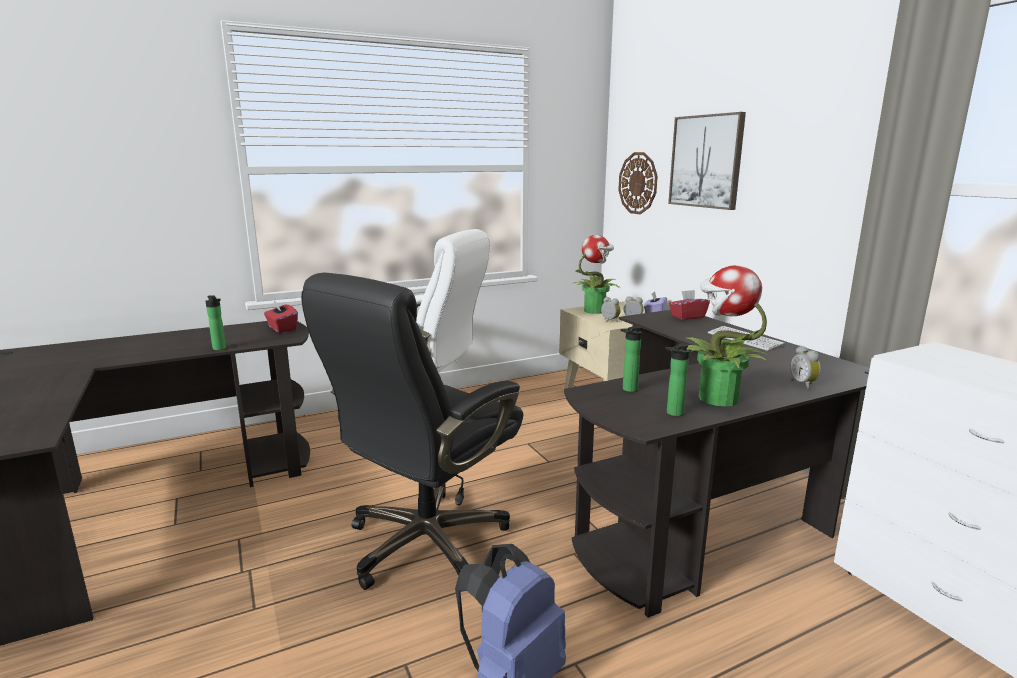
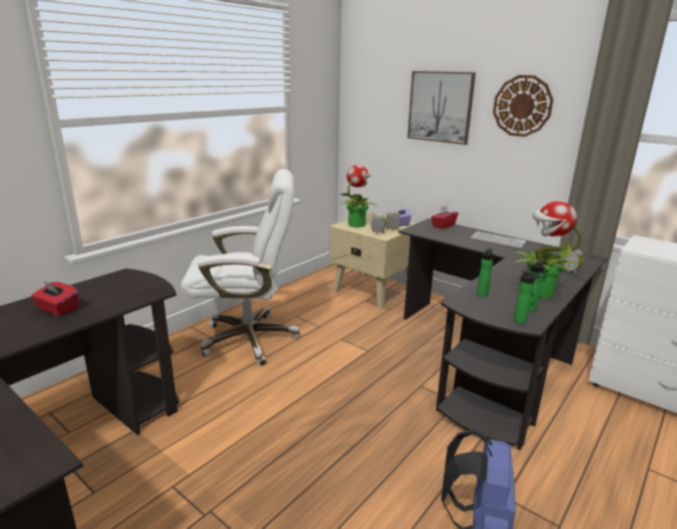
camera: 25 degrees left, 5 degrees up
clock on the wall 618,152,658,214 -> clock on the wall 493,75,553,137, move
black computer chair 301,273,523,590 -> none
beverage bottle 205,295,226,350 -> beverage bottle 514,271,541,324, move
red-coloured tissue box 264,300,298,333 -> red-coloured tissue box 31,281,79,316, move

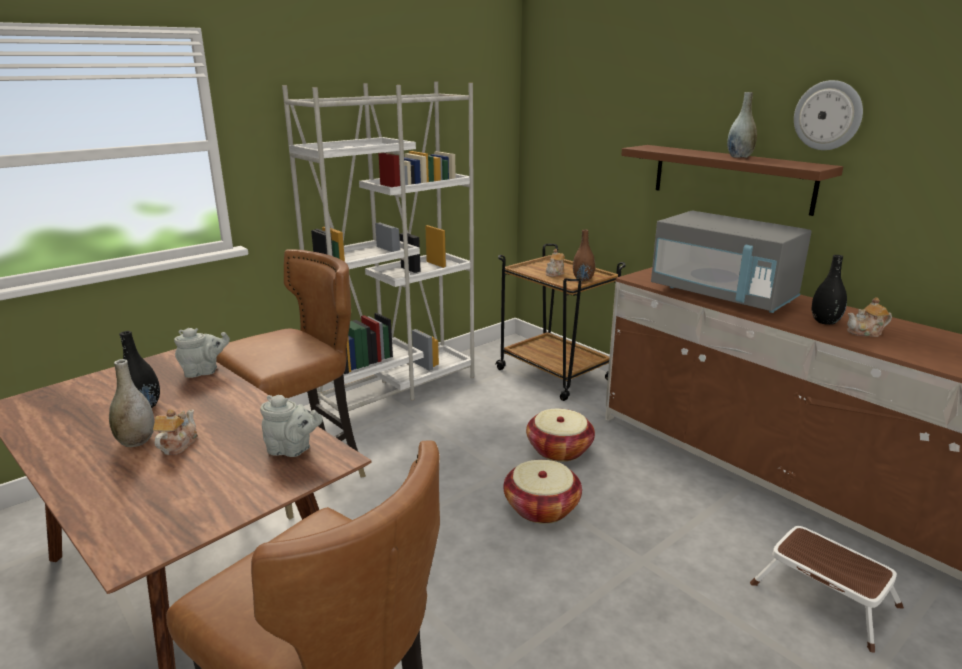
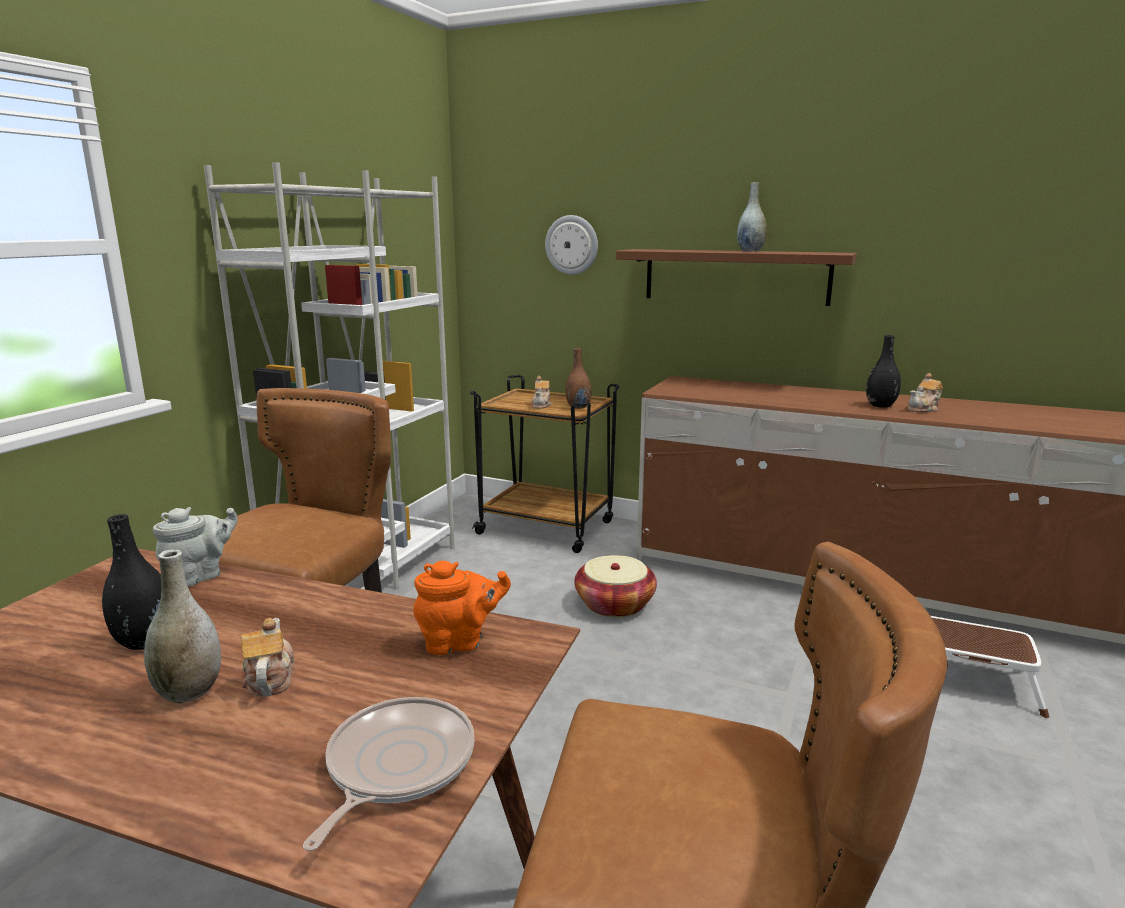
camera: 25 degrees left, 5 degrees down
clock on the wall 794,80,863,150 -> clock on the wall 545,215,598,275, move
greyish microwave oven 651,211,812,313 -> none
greyish teapot 260,395,323,457 -> orangey teapot 413,561,511,655
household basket 503,460,582,524 -> none
none -> skillet 303,697,474,851

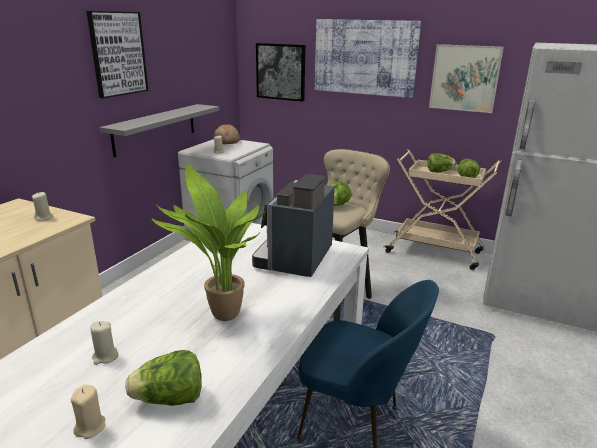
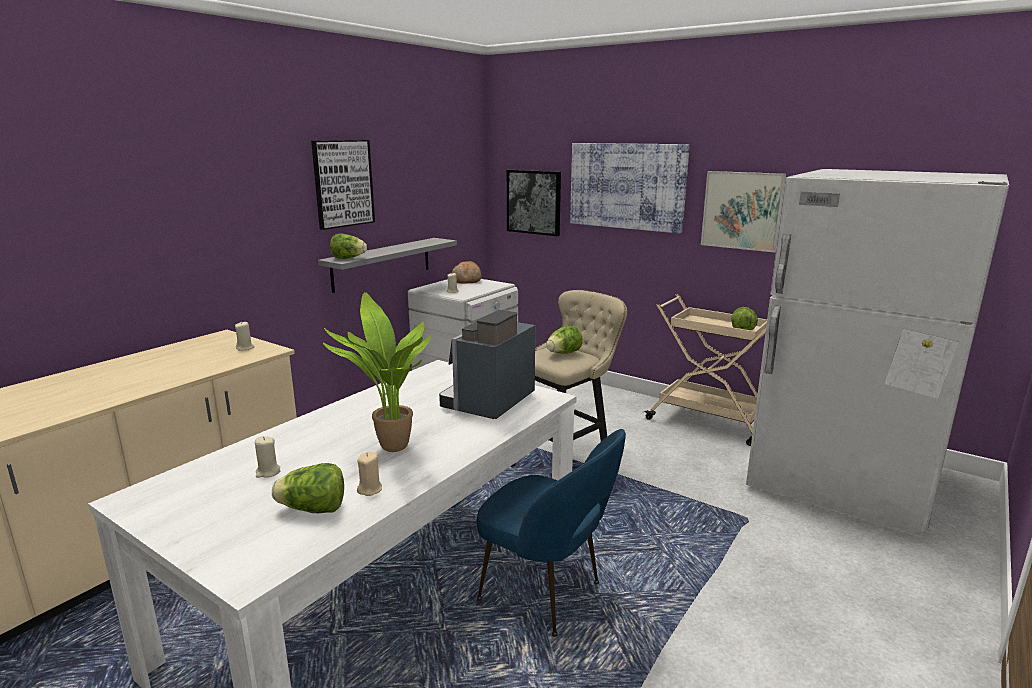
camera: 10 degrees right, 5 degrees down
head of lettuce 428,153,456,173 -> head of lettuce 330,234,367,259, move
beige wax candle 71,385,105,439 -> beige wax candle 357,451,382,496, move

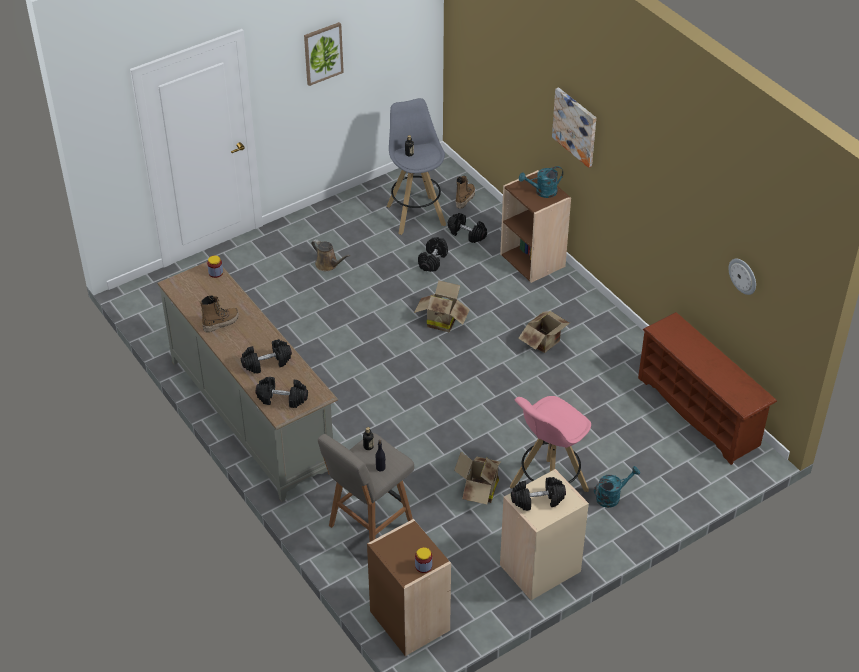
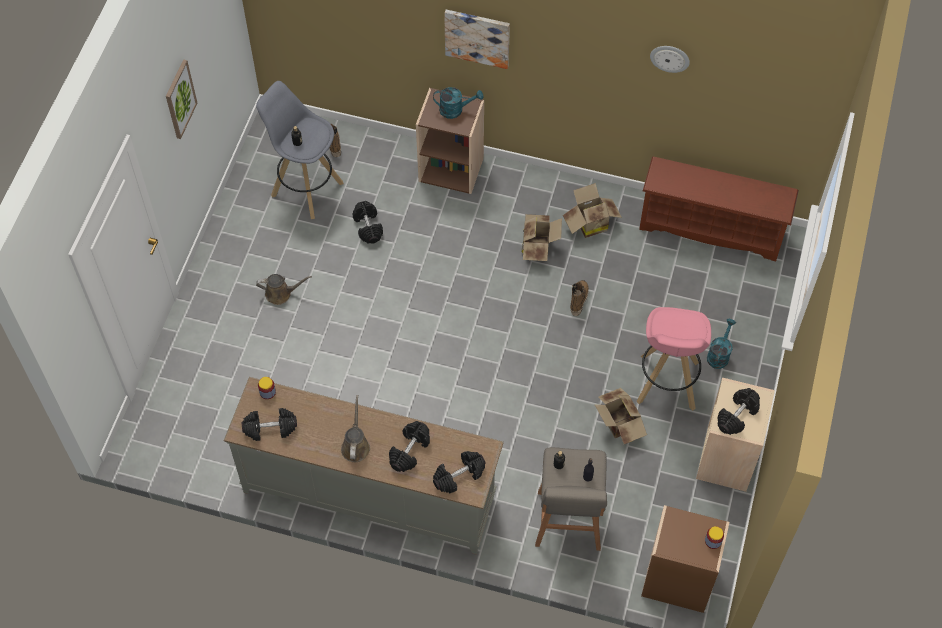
camera: 40 degrees left, 15 degrees up
turquoise-coloured sprinkling can 519,166,563,198 -> turquoise-coloured sprinkling can 433,87,484,119, 120 degrees counterclockwise
black dumbbell 448,213,487,243 -> black dumbbell 242,408,297,441, move
clock on the wall 729,258,756,295 -> clock on the wall 650,46,690,73, move
carton 414,280,470,332 -> carton 563,183,622,238, move
tall boot 200,295,239,333 -> tall boot 570,280,589,316, move
none -> brown sprinkling can 341,395,370,462

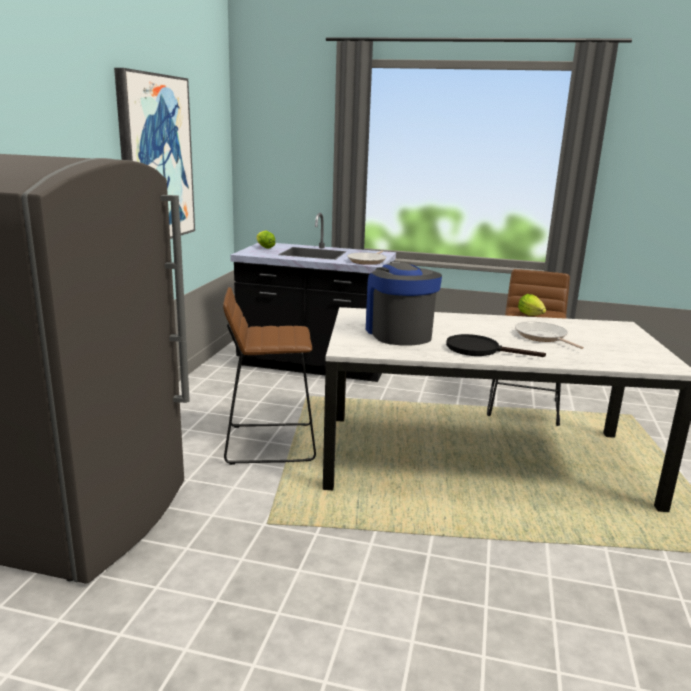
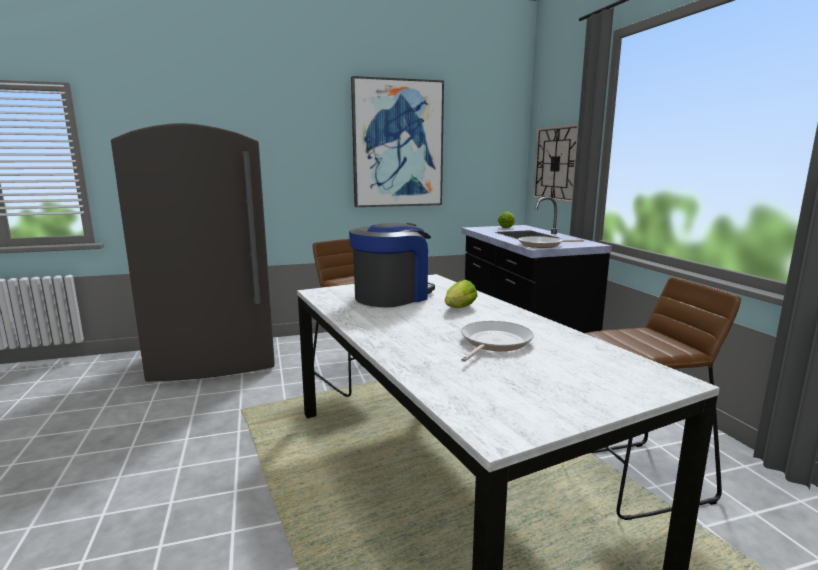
camera: 60 degrees right, 5 degrees down
head of lettuce 518,294,546,316 -> head of lettuce 445,280,477,308, move
black skillet 446,334,546,357 -> none
none -> clock on the wall 533,123,579,203

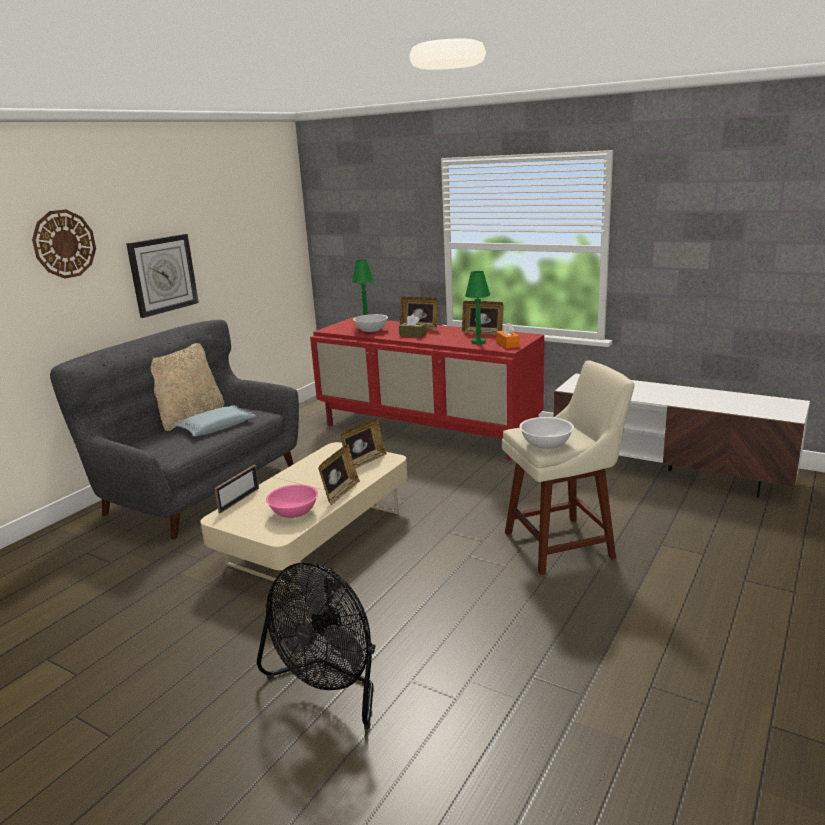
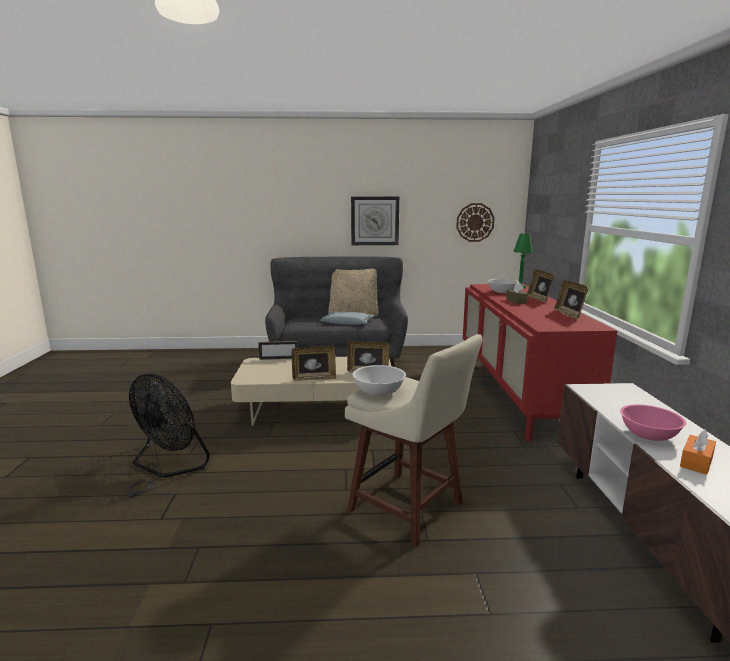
camera: 55 degrees right, 5 degrees down
clock on the wall 32,209,96,279 -> clock on the wall 456,203,495,242, move
greenish tabletop lamp 465,271,490,344 -> none
orangey tissue box 496,323,519,349 -> orangey tissue box 680,429,716,475, move
pinkish bowl 266,484,318,518 -> pinkish bowl 620,404,686,441, move
black fan 257,563,375,729 -> black fan 126,374,210,498, 120 degrees clockwise

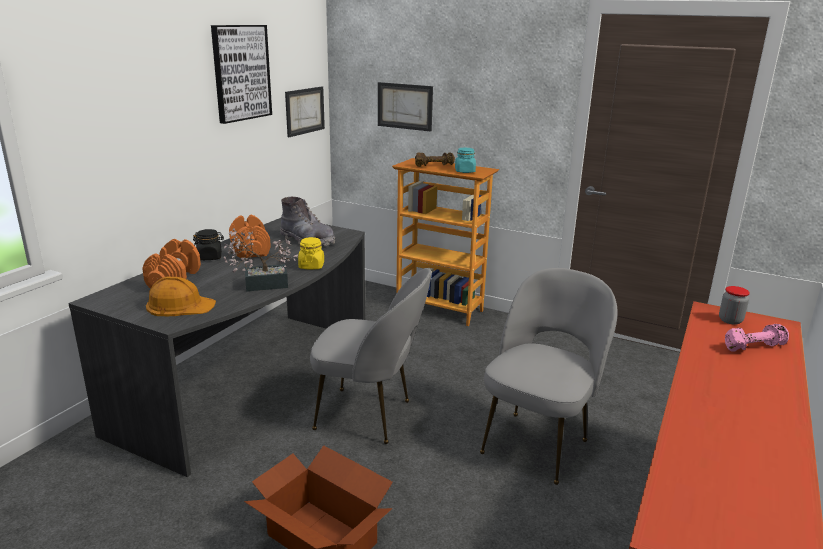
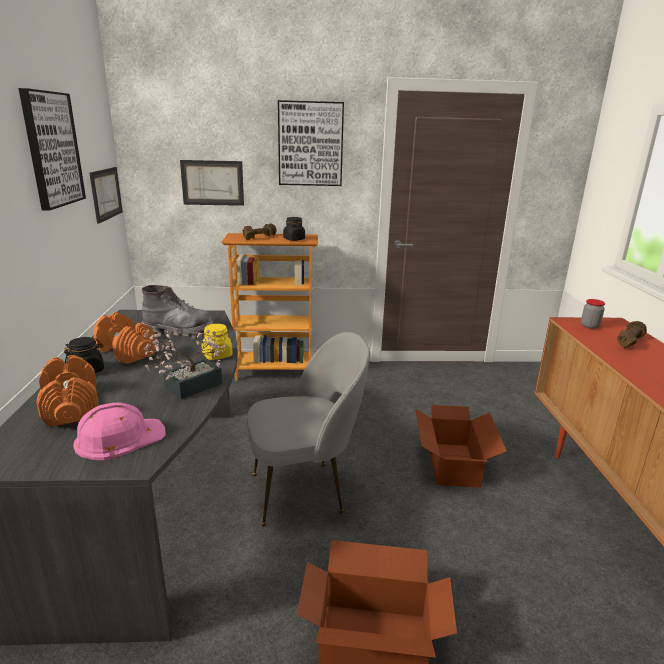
camera: 30 degrees left, 0 degrees up
turquoise-coloured preserve jar 455,148,476,173 -> black preserve jar 283,217,305,241
greyish chair 480,268,617,485 -> carton 415,405,507,488
orangey work helmet 146,276,216,316 -> pinkish work helmet 73,402,166,460
pinkish dumbbell 725,324,789,352 -> brown dumbbell 617,321,647,349
none -> wall picture 278,100,344,186

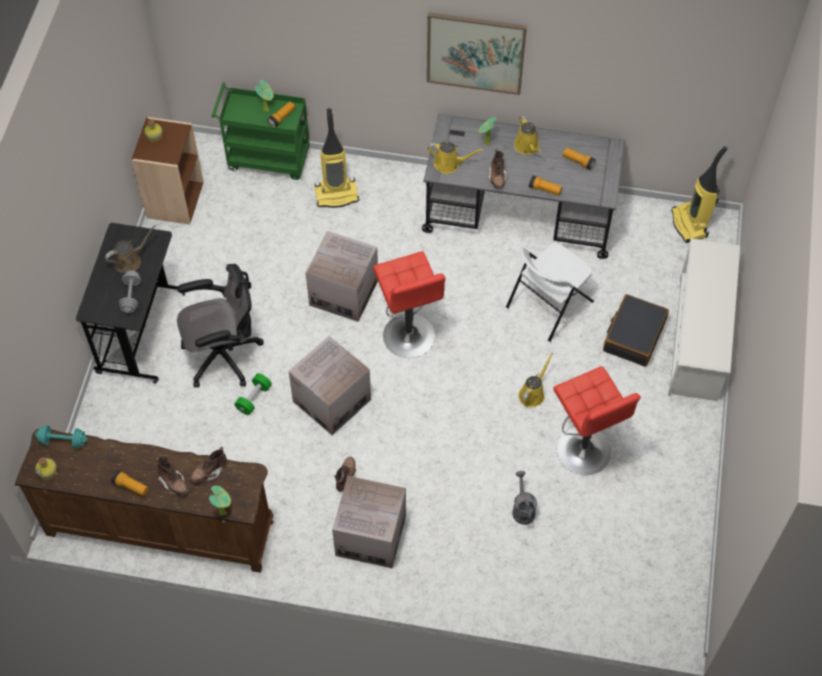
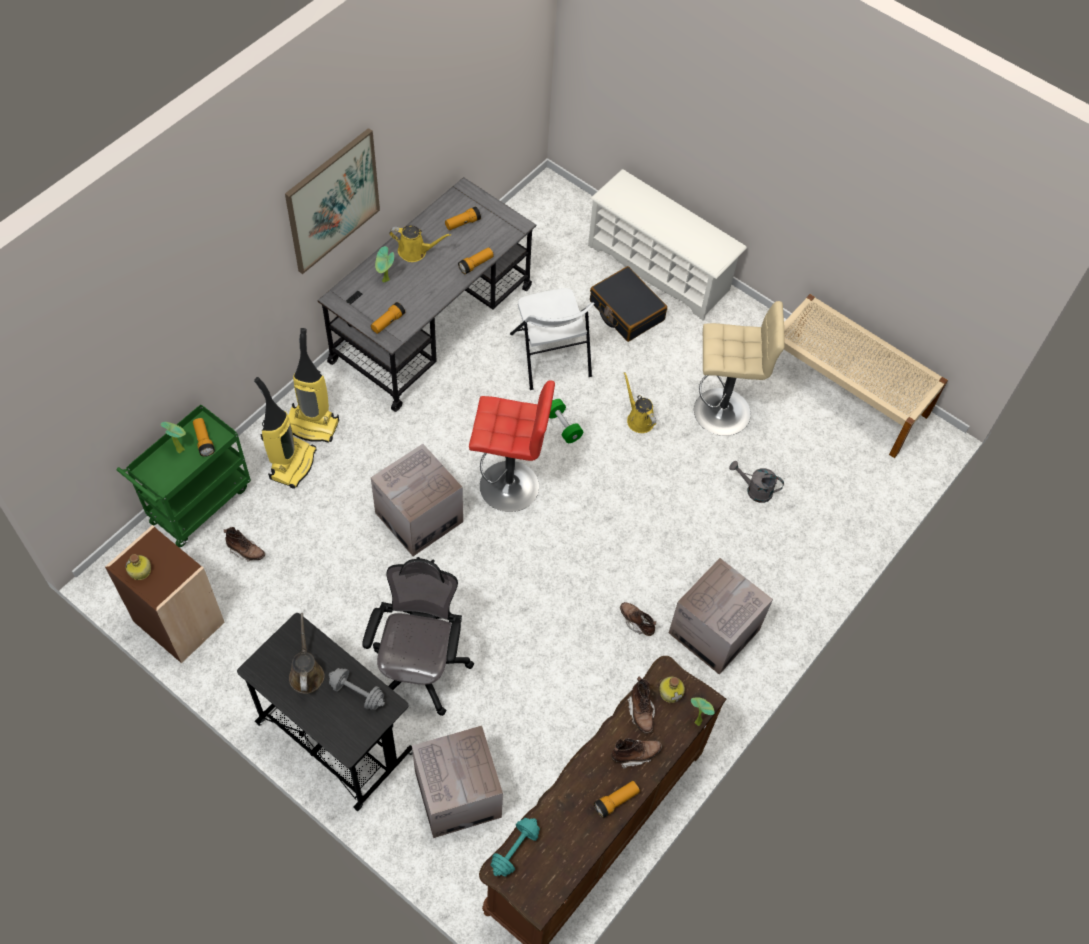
camera: 65 degrees left, 0 degrees up
yellowish sprinkling can 428,141,483,174 -> torch 371,302,405,334
hoover 671,146,727,243 -> hoover 288,328,339,443, move
brown tall boot 488,149,507,189 -> brown tall boot 224,527,265,562, move
carton 288,336,371,435 -> carton 412,725,503,838, move
red-coloured stool seat 553,366,641,475 -> beige stool seat 694,301,785,436
greenish dumbbell 235,373,272,415 -> greenish dumbbell 549,399,583,443, move
beverage bottle 35,457,57,480 -> beverage bottle 659,677,685,703, move
none -> beige bench 784,294,948,458

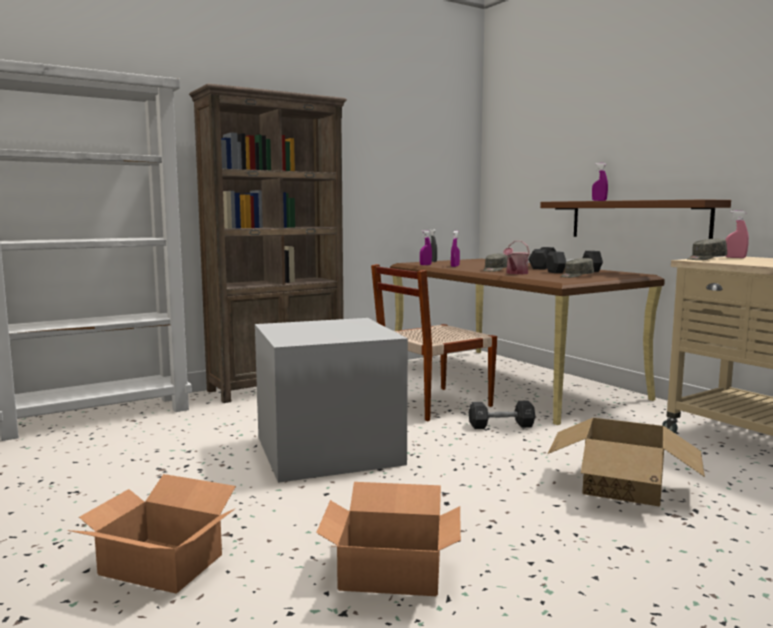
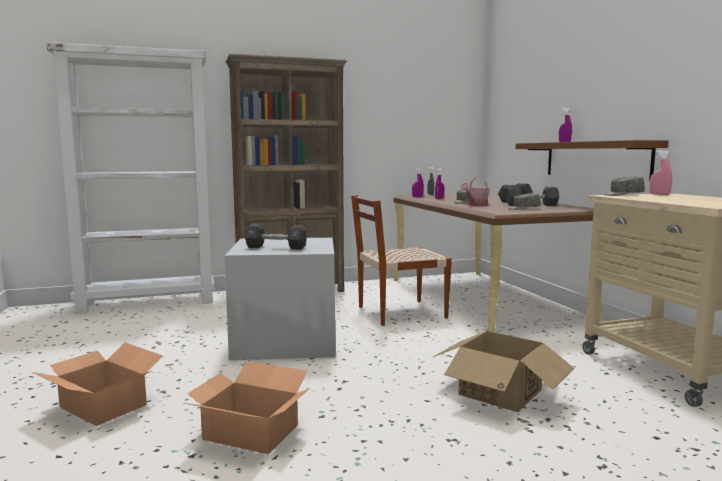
camera: 15 degrees right, 0 degrees up
black dumbbell 469,400,535,429 -> black dumbbell 245,225,307,250, move

